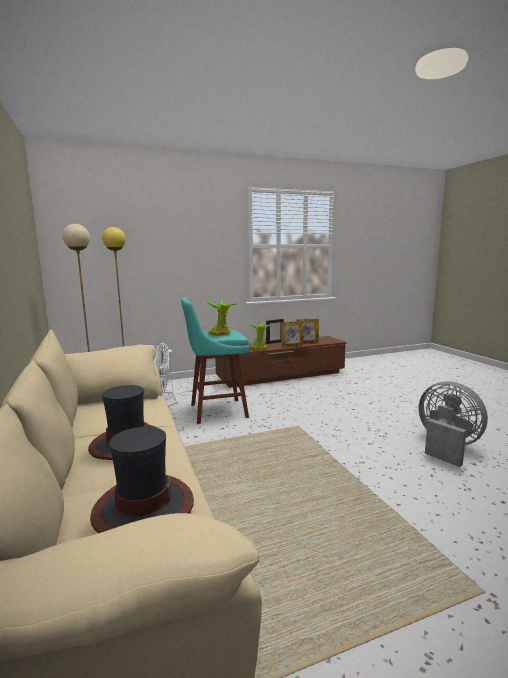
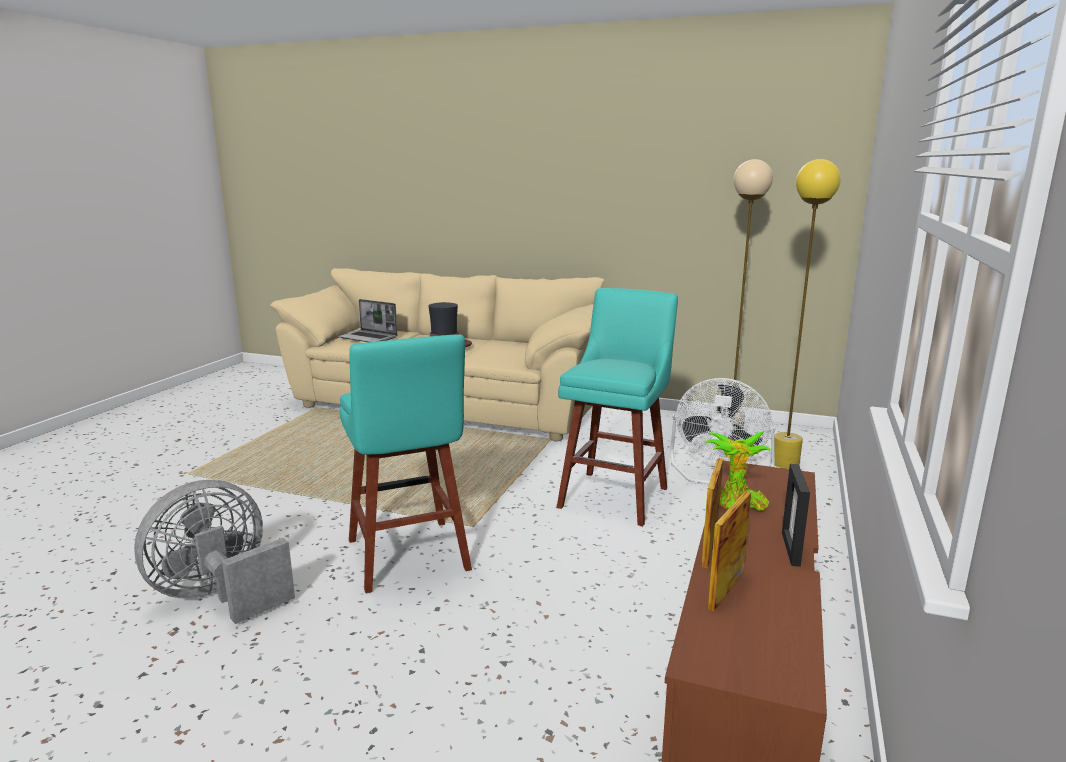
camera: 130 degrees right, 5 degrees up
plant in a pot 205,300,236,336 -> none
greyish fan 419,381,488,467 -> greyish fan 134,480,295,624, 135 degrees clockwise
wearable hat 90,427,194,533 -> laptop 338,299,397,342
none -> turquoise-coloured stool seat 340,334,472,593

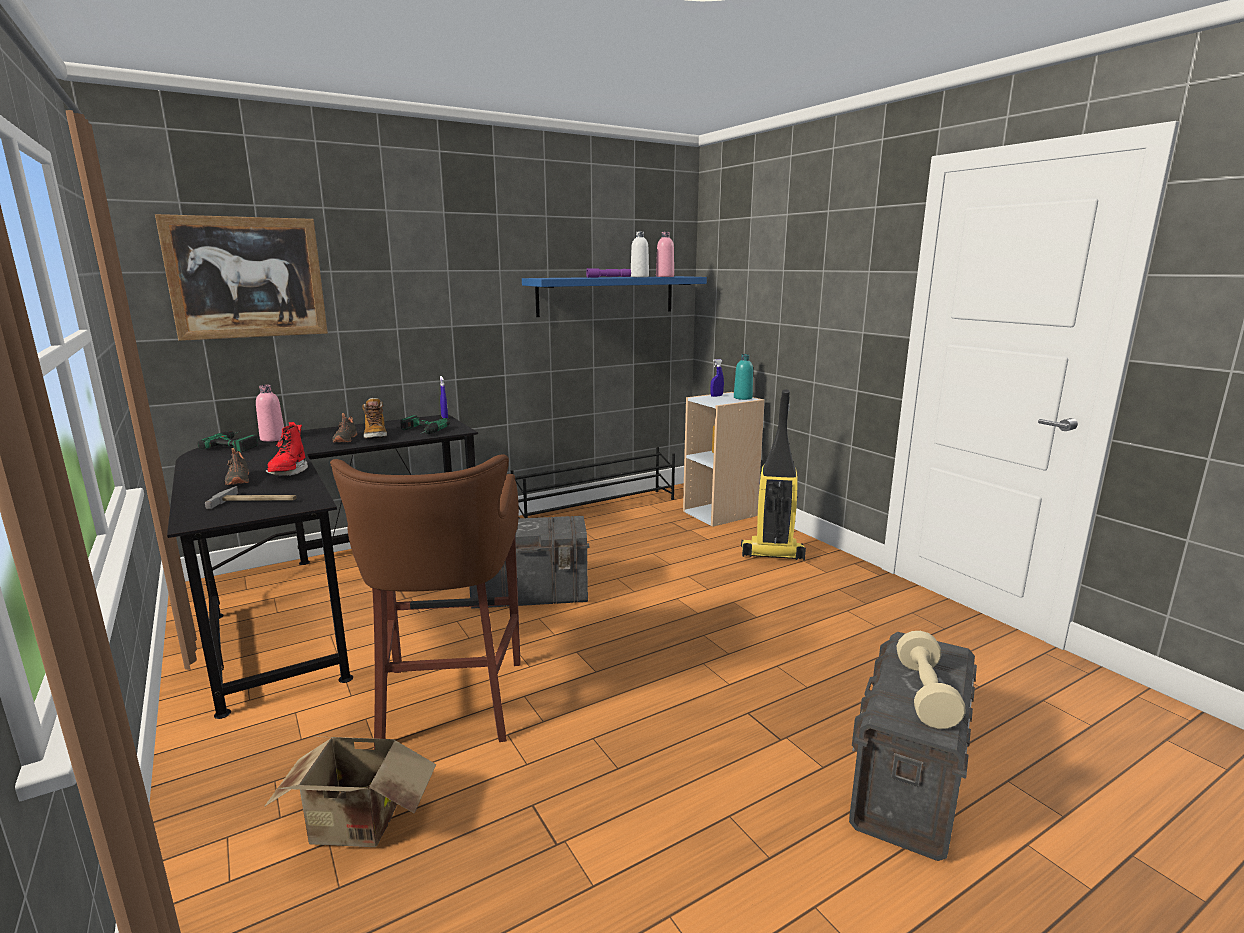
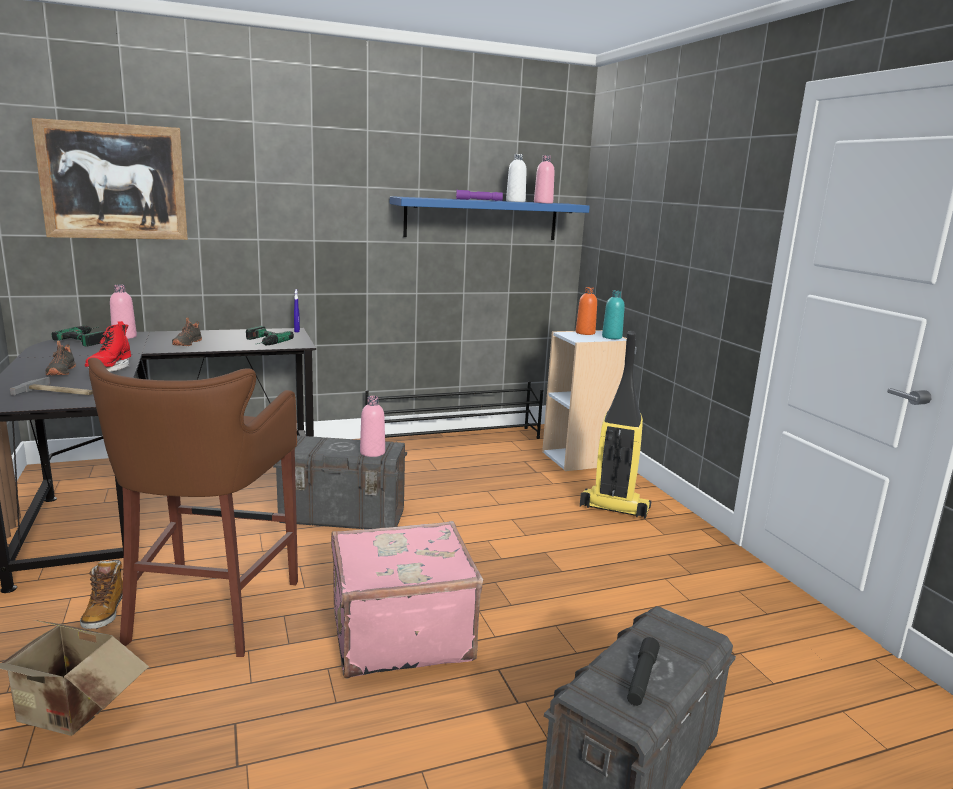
camera: 10 degrees right, 0 degrees up
bluish spray bottle 710,359,724,397 -> orangey beverage bottle 576,287,597,335
tall boot 362,398,387,439 -> tall boot 80,560,123,629, move
beige dumbbell 897,631,966,729 -> black torch 627,637,660,706
none -> pinkish beverage bottle 360,396,385,457
none -> pinkish suitcase 331,521,483,679

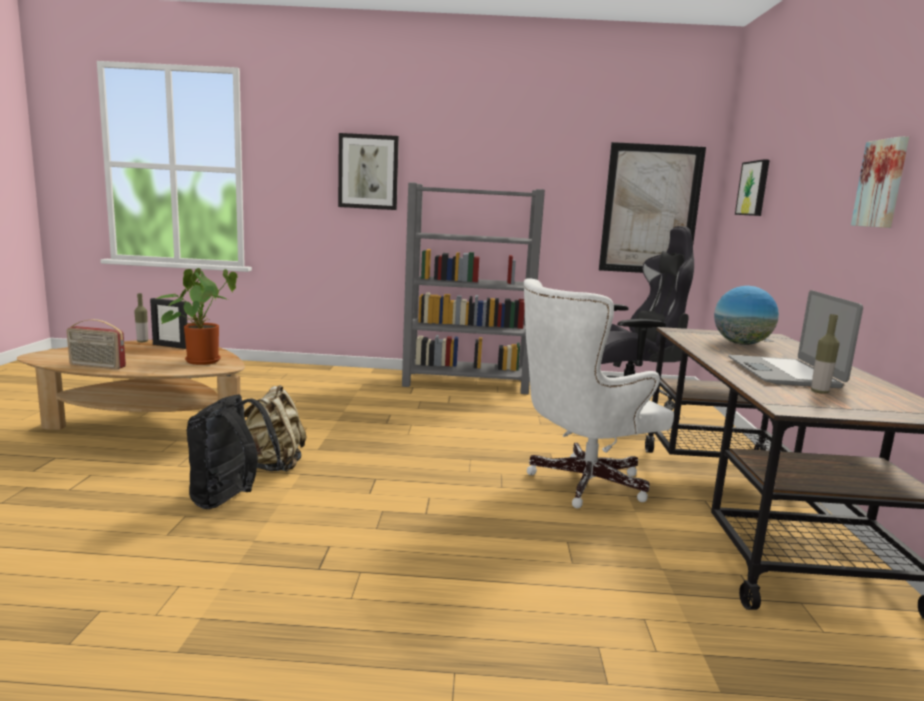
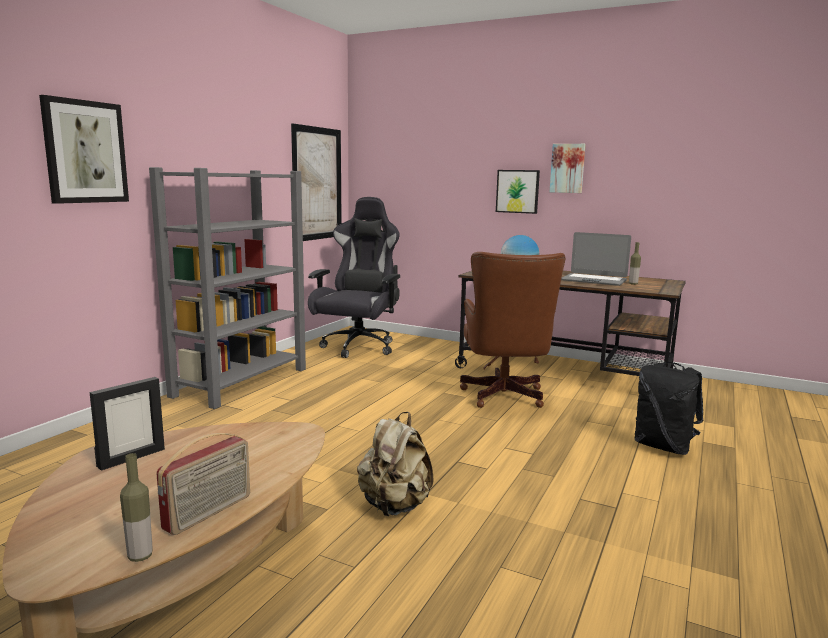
camera: 65 degrees left, 0 degrees up
wall picture 735,159,770,216 -> wall picture 496,170,540,214, move
plant in a pot 156,268,238,365 -> none
white-coloured computer chair 524,279,674,508 -> brown computer chair 460,252,565,408
beverage bottle 134,293,148,342 -> beverage bottle 120,453,153,562, move
black backpack 186,395,283,509 -> black backpack 634,362,703,455, move

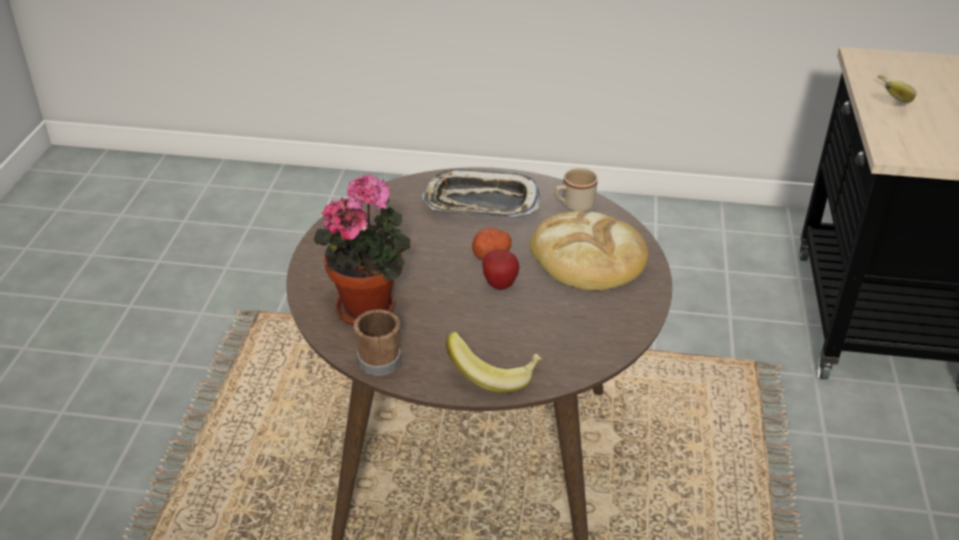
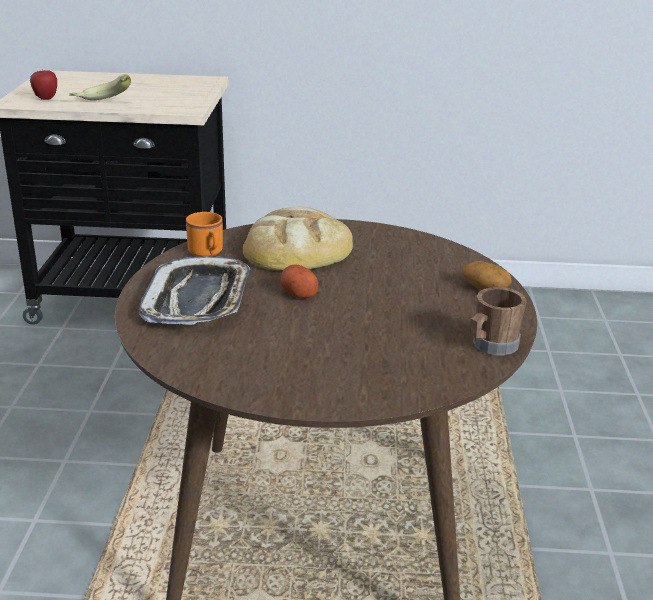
camera: 95 degrees left, 10 degrees down
beige coffee mug 555,168,598,212 -> orangey coffee mug 186,212,223,257
plant in a pot 314,174,411,325 -> none
apple 482,249,519,290 -> apple 30,70,57,100, move
banana 446,332,542,393 -> whole potato 462,261,512,290

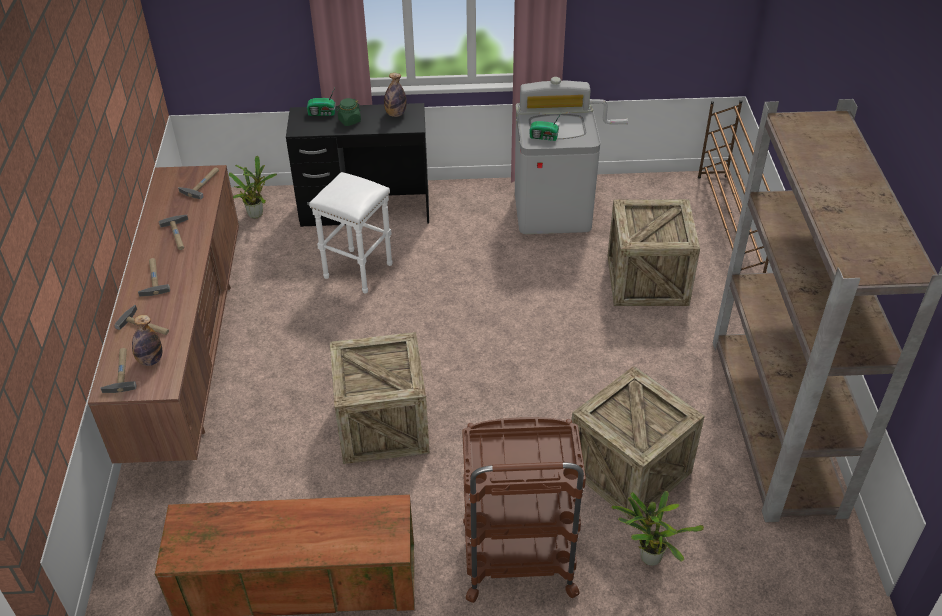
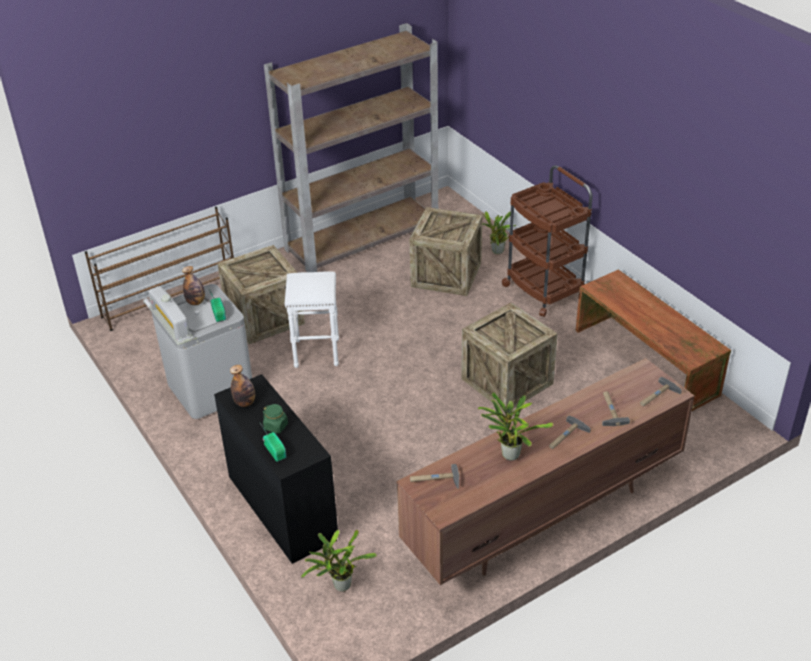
camera: 120 degrees left, 5 degrees down
white-coloured stool seat 309,172,392,294 -> white-coloured stool seat 285,271,339,368, move
hand hammer 159,215,188,250 -> plant in a pot 478,392,553,461
beverage bottle 132,315,162,366 -> beverage bottle 182,266,205,305, move

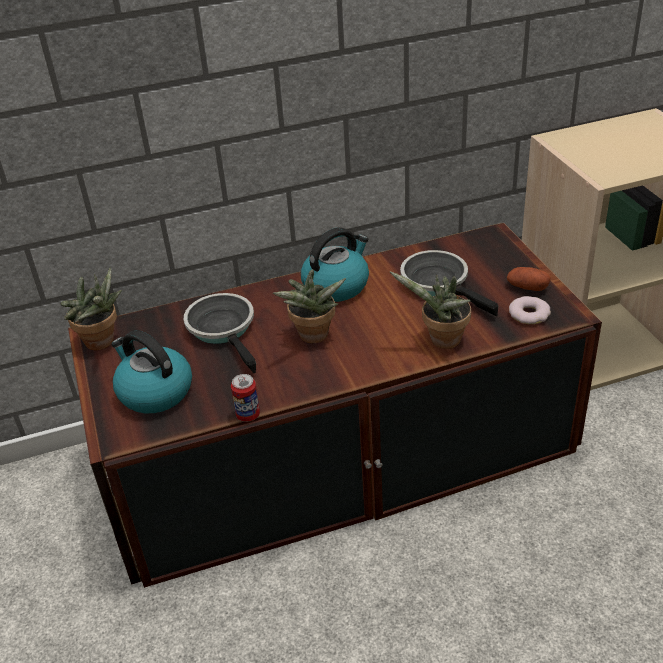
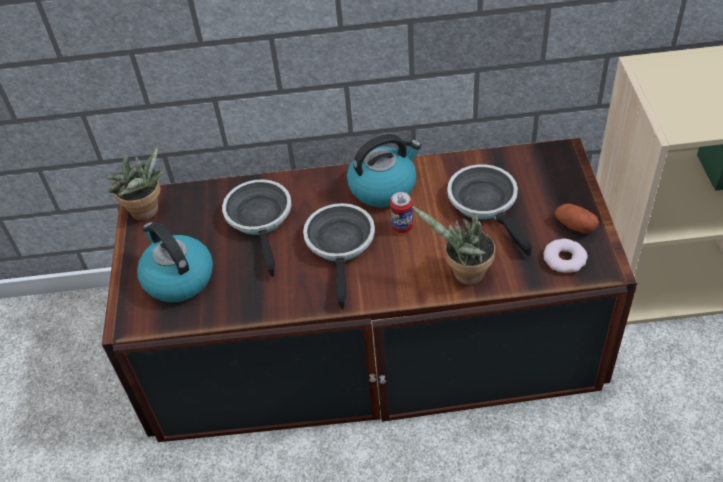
camera: 15 degrees right, 10 degrees up
plant in a pot 273,269,346,343 -> skillet 303,203,375,310
sealed can 231,374,260,422 -> sealed can 390,192,413,233, move

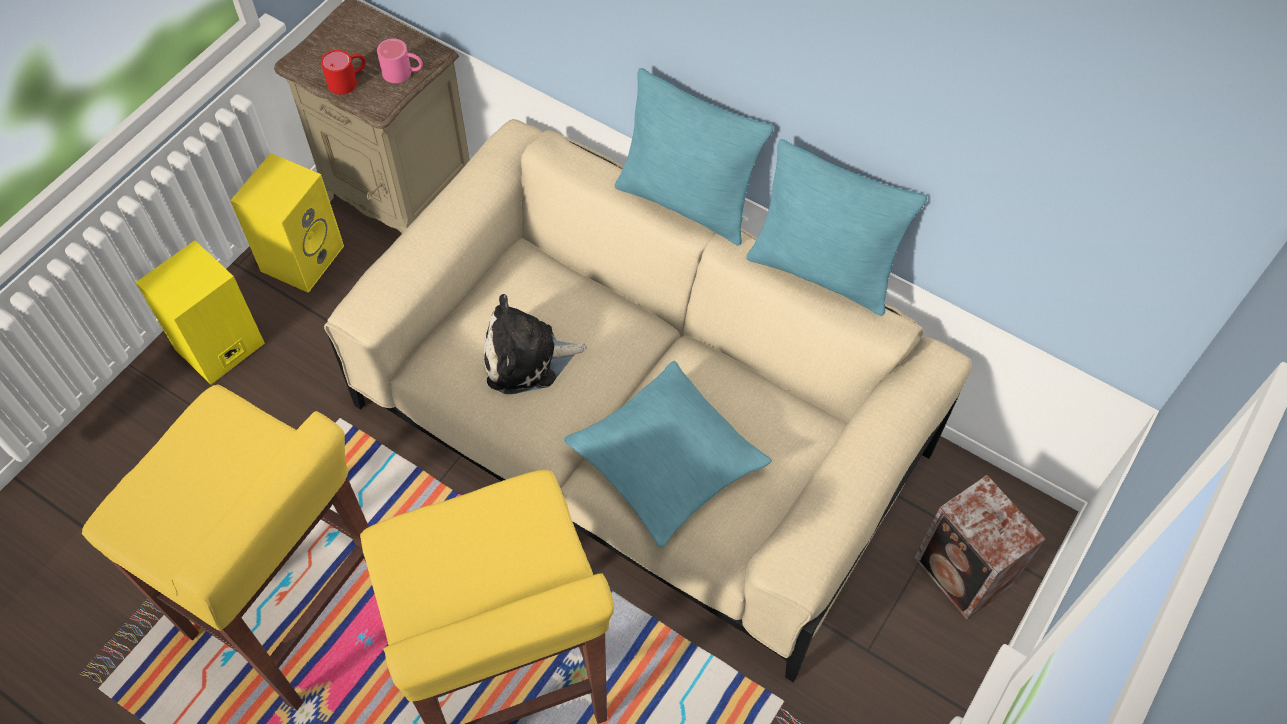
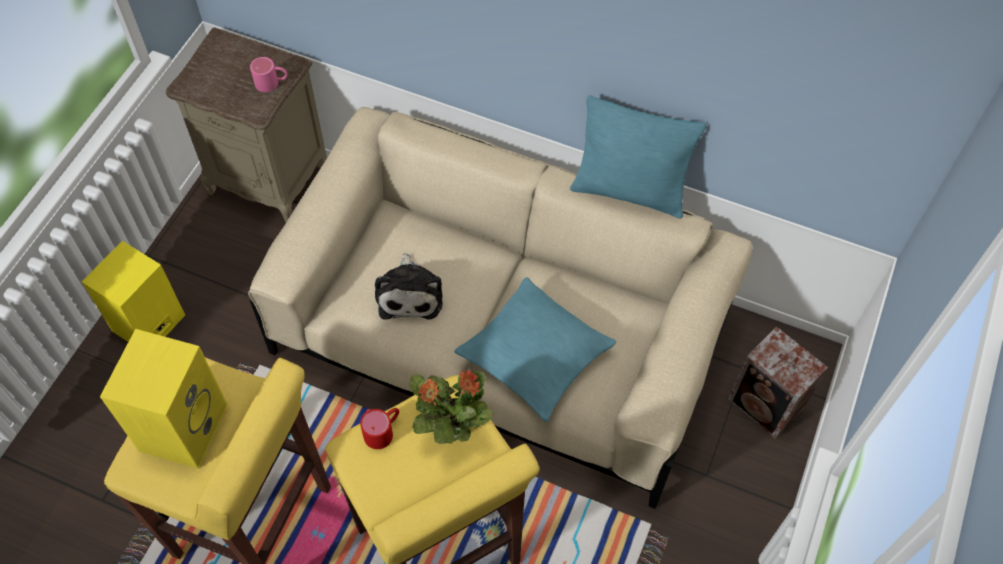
camera: 10 degrees left, 0 degrees up
red-coloured coffee mug 321,50,366,95 -> red-coloured coffee mug 360,408,399,449, move
turquoise-coloured cushion 615,68,774,246 -> none
yellowish audio speaker 230,153,344,293 -> yellowish audio speaker 100,329,228,469, move
cuddly toy 484,294,587,394 -> cuddly toy 375,253,443,320, 75 degrees counterclockwise
none -> plant in a pot 409,370,493,444

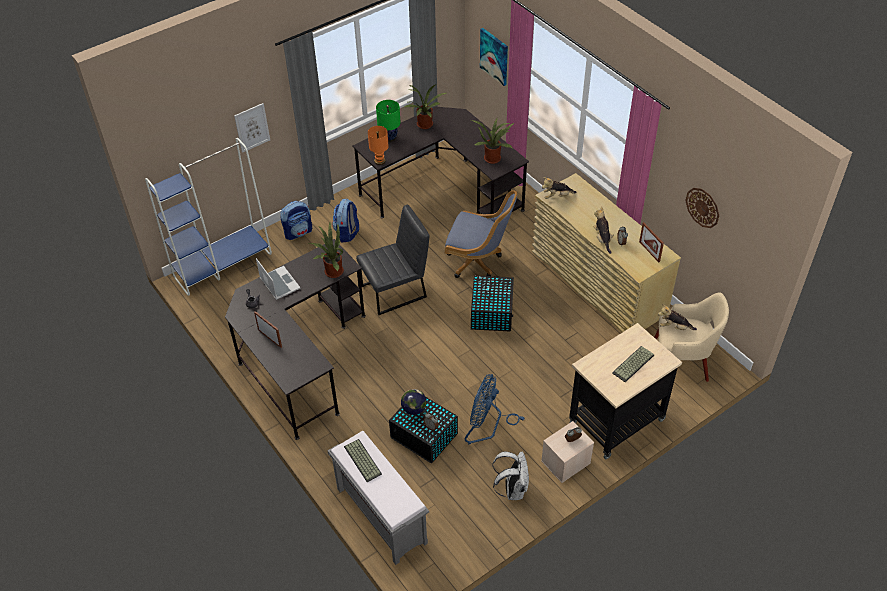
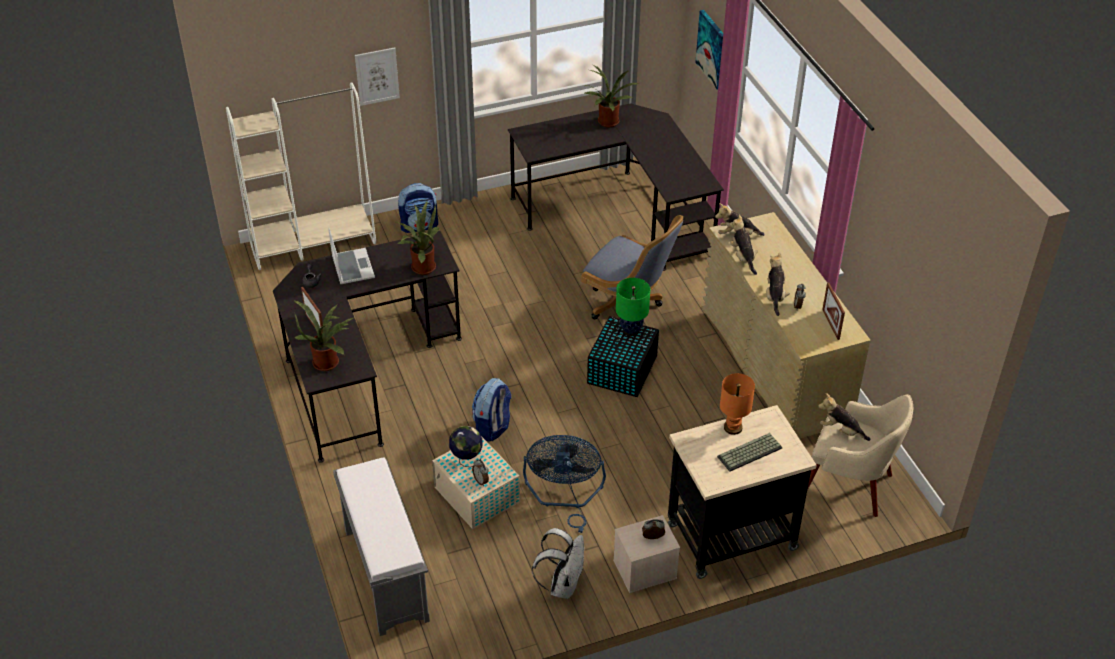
camera: 15 degrees right, 5 degrees down
greenish tabletop lamp 376,100,401,142 -> greenish tabletop lamp 616,278,650,336, move
plant in a pot 471,118,514,164 -> plant in a pot 294,301,353,371, move
orangey tabletop lamp 368,126,389,165 -> orangey tabletop lamp 720,373,755,435, move
bluish clothes rack 145,138,272,296 -> beige clothes rack 226,82,376,270
clock on the wall 685,188,719,228 -> none
backpack 332,199,359,242 -> backpack 472,378,511,441, move
greyish chair 356,205,429,315 -> none
bluish fan 465,374,524,445 -> bluish fan 523,435,606,533, 60 degrees clockwise
black storage bin 389,397,458,463 -> beige storage bin 432,436,520,529
keyboard 344,439,382,482 -> none
none -> cuddly toy 730,214,758,275

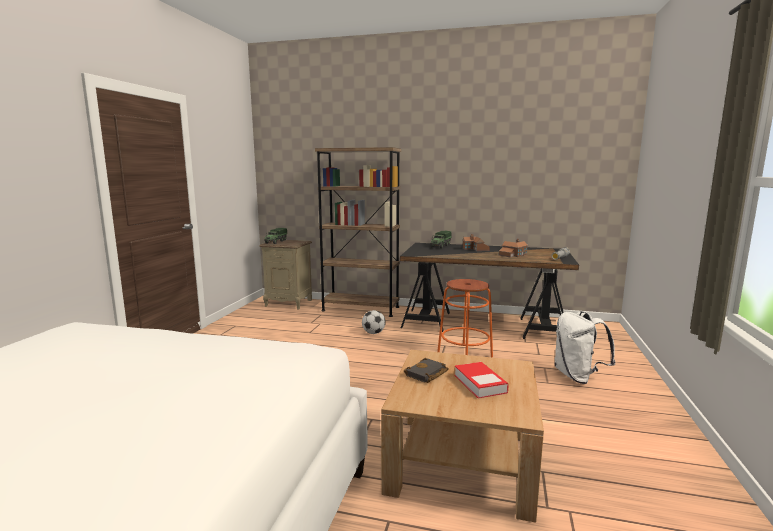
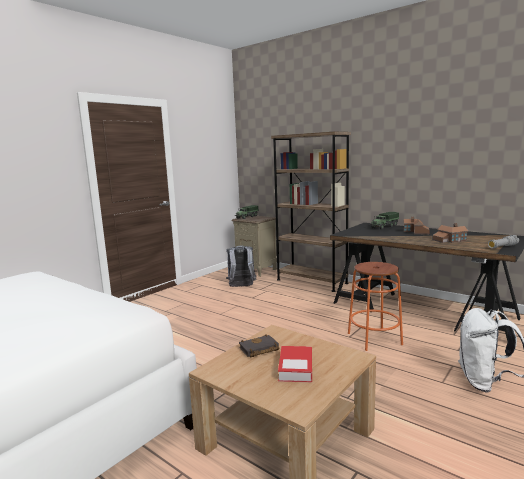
camera: 25 degrees right, 0 degrees up
football ball 362,310,386,334 -> none
none -> greyish backpack 226,245,256,287

